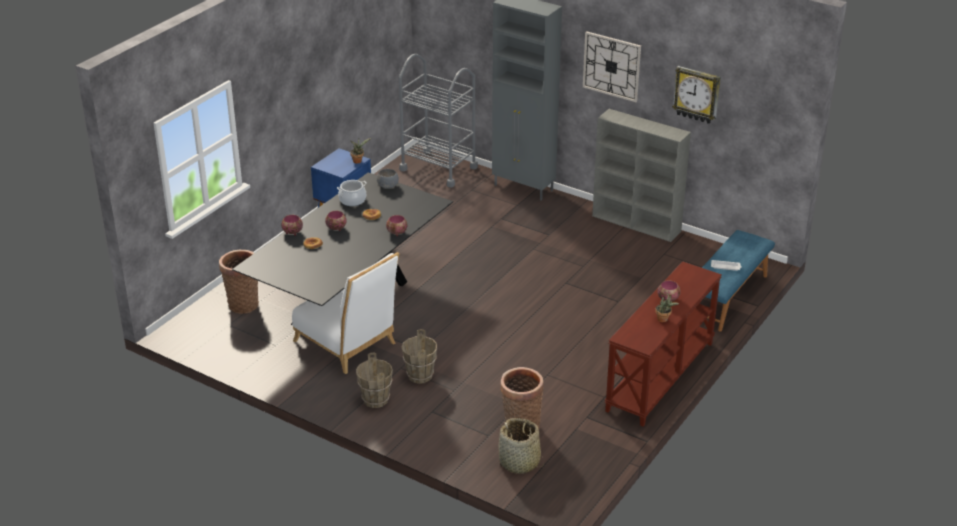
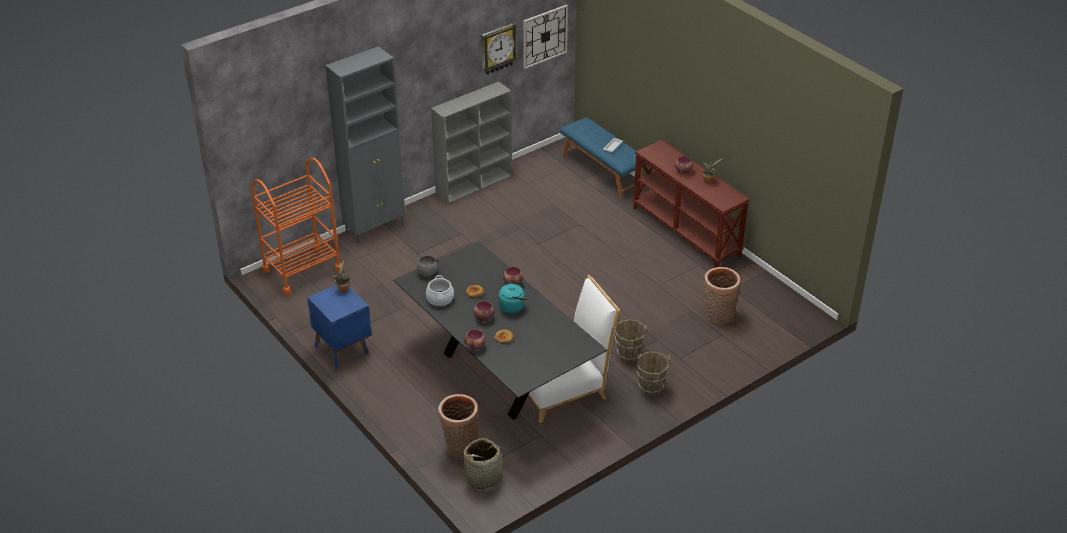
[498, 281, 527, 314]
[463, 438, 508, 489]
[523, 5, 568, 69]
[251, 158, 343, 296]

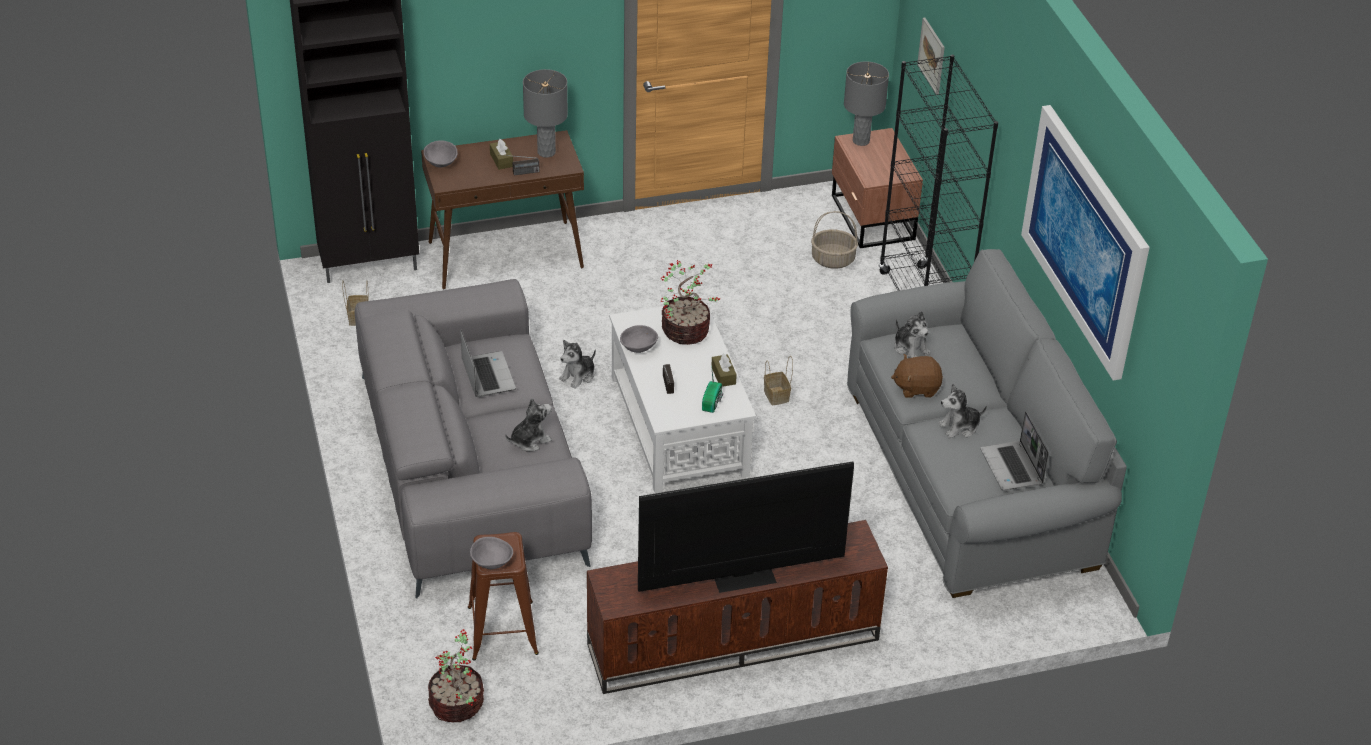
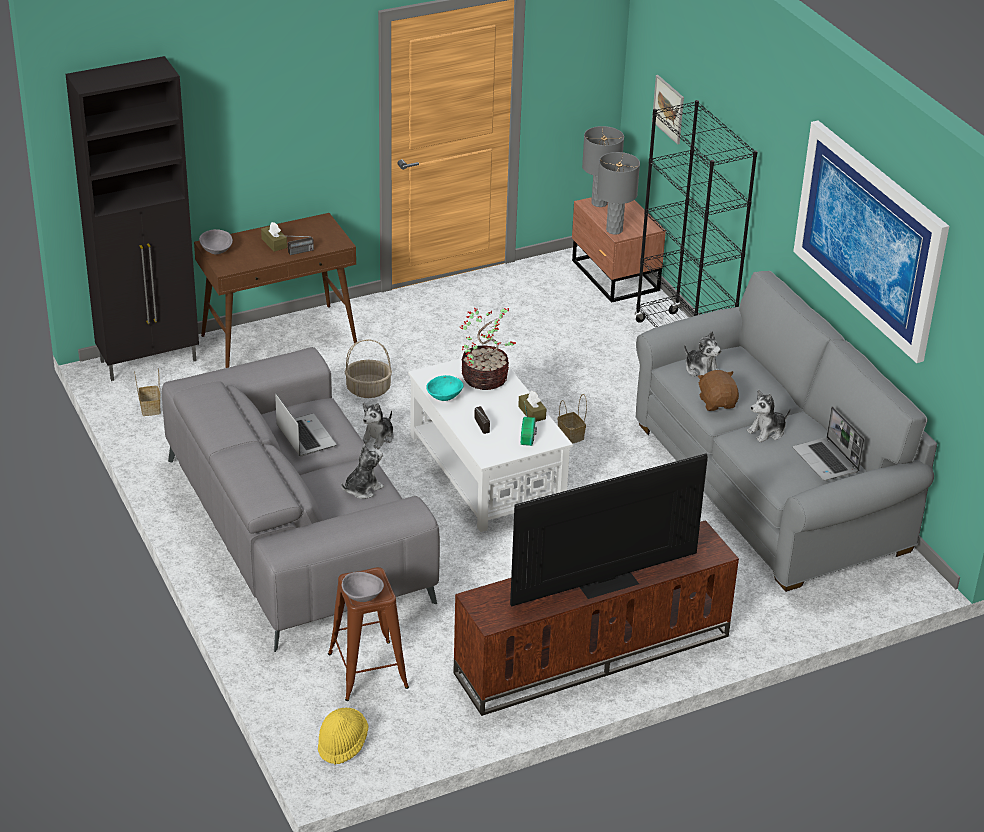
[597, 152, 640, 235]
[345, 340, 392, 398]
[318, 707, 368, 765]
[426, 375, 463, 401]
[698, 370, 739, 411]

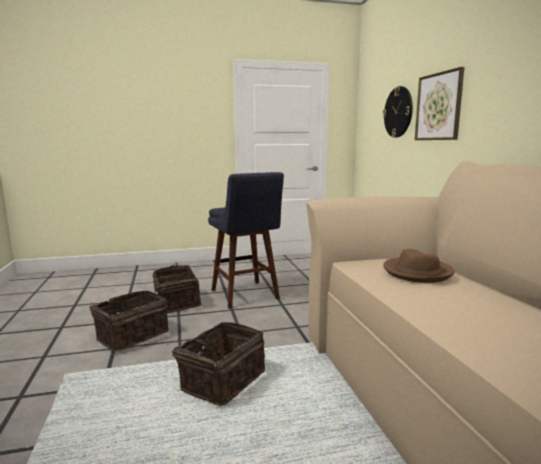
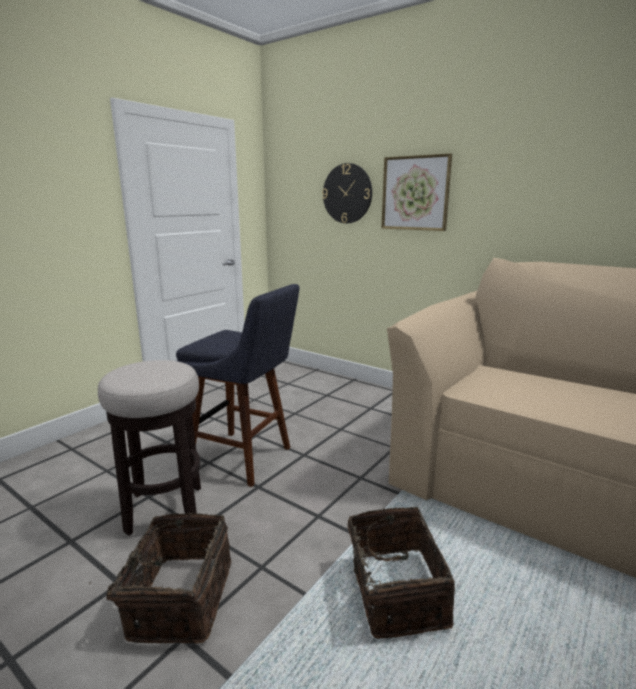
[383, 249, 455, 283] (first image)
[98, 360, 201, 536]

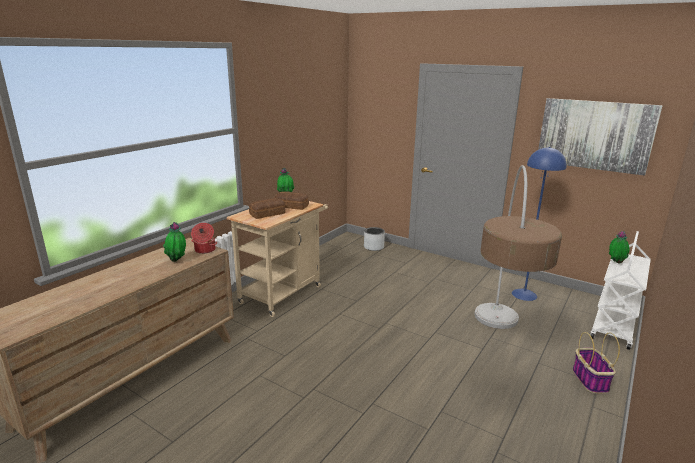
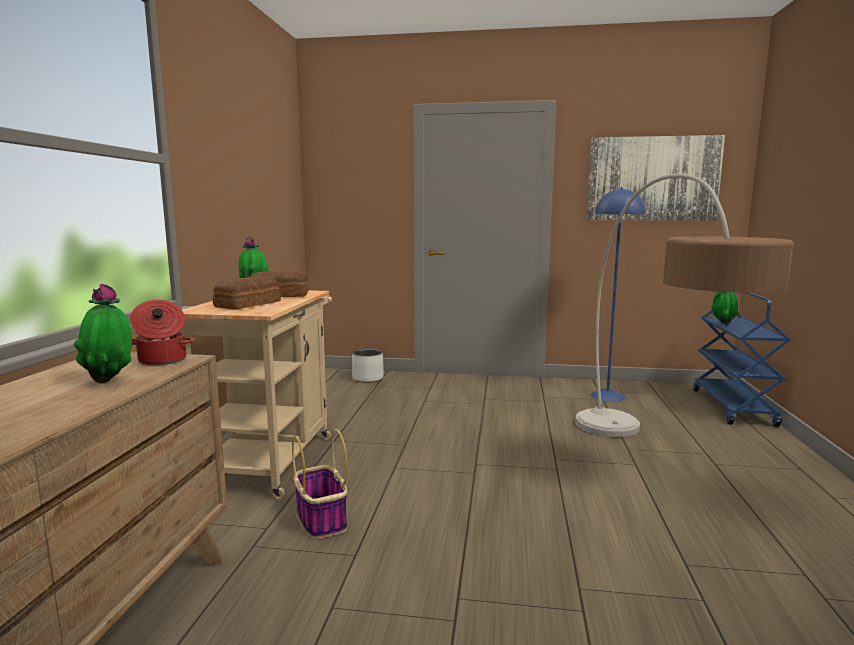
[292, 429, 347, 539]
[693, 293, 791, 427]

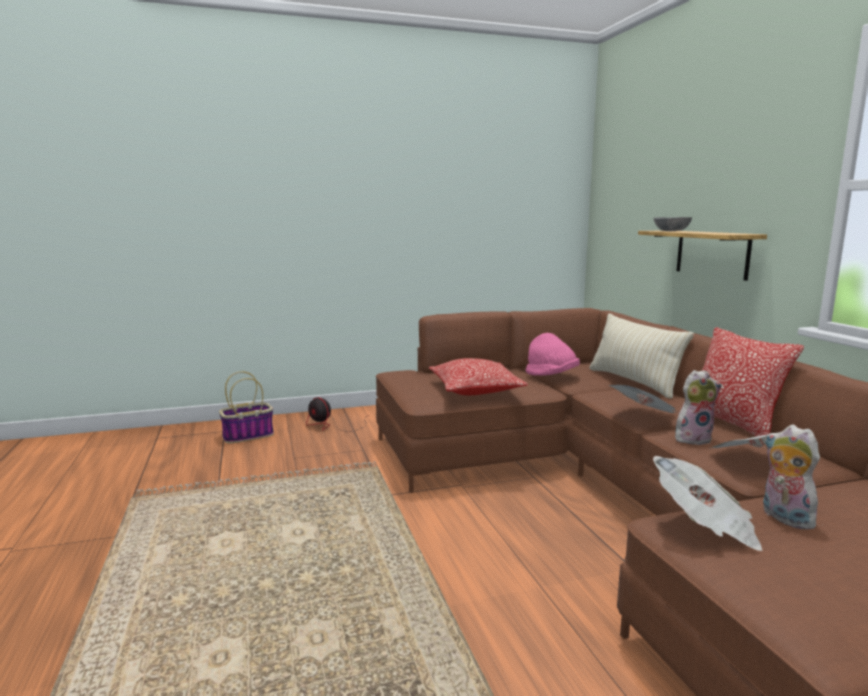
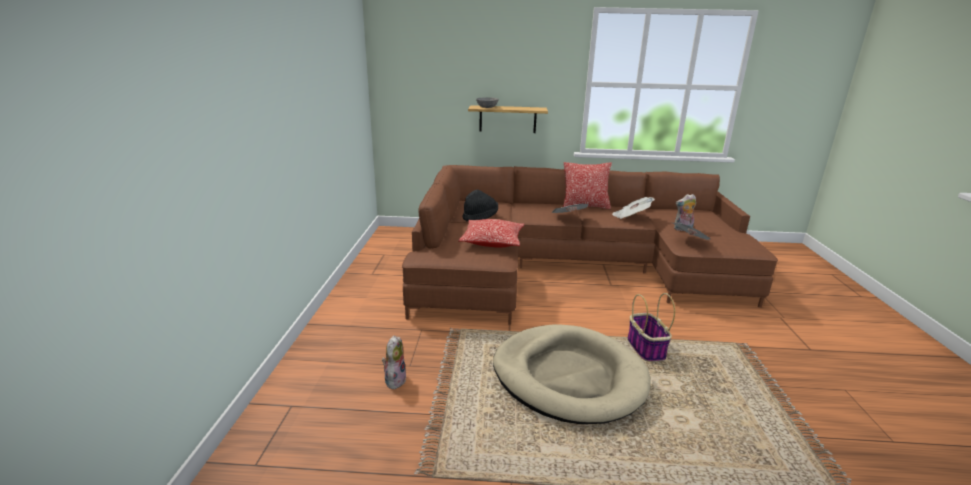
[306, 397, 369, 432] (first image)
[589, 314, 694, 399] (first image)
[493, 324, 651, 424]
[627, 293, 675, 362]
[382, 336, 406, 389]
[462, 190, 498, 221]

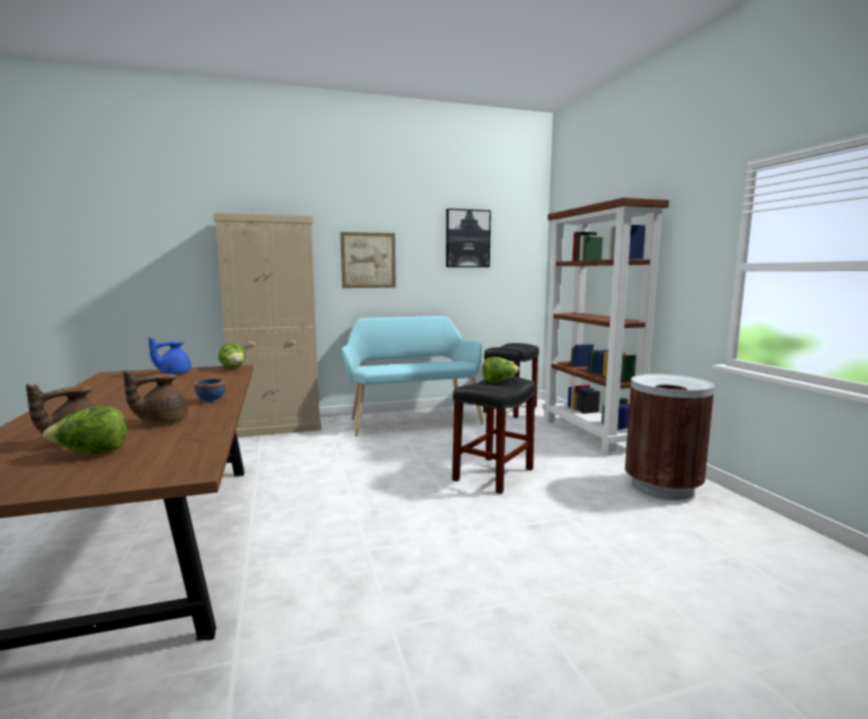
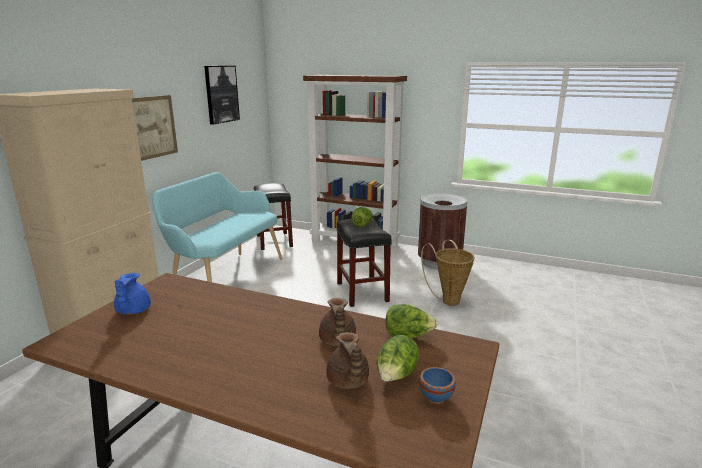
[421, 240, 475, 306]
[419, 367, 455, 404]
[385, 304, 438, 339]

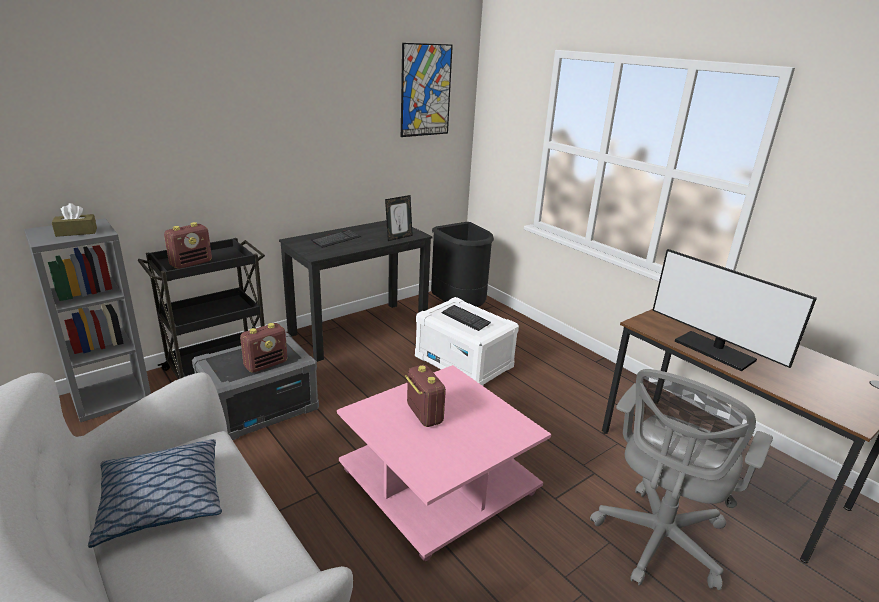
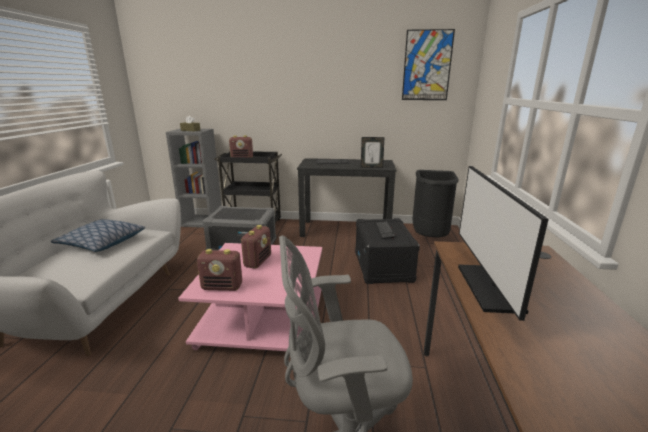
[197, 249, 242, 291]
[355, 218, 420, 284]

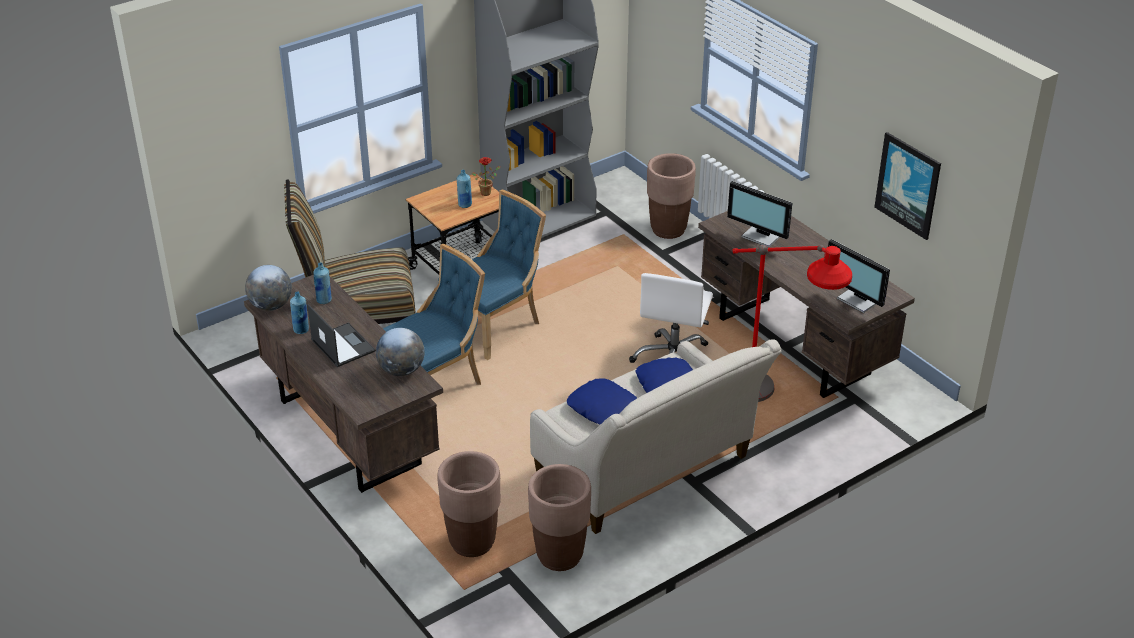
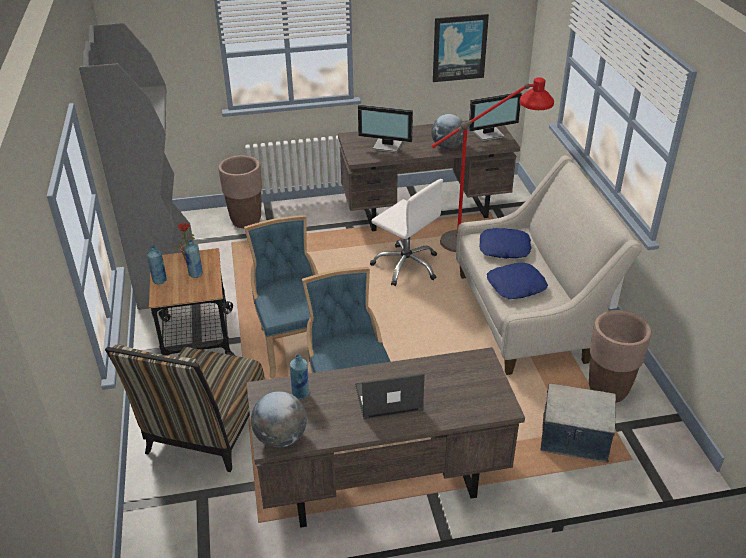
[147, 245, 167, 284]
[431, 114, 464, 149]
[541, 383, 616, 463]
[358, 105, 413, 153]

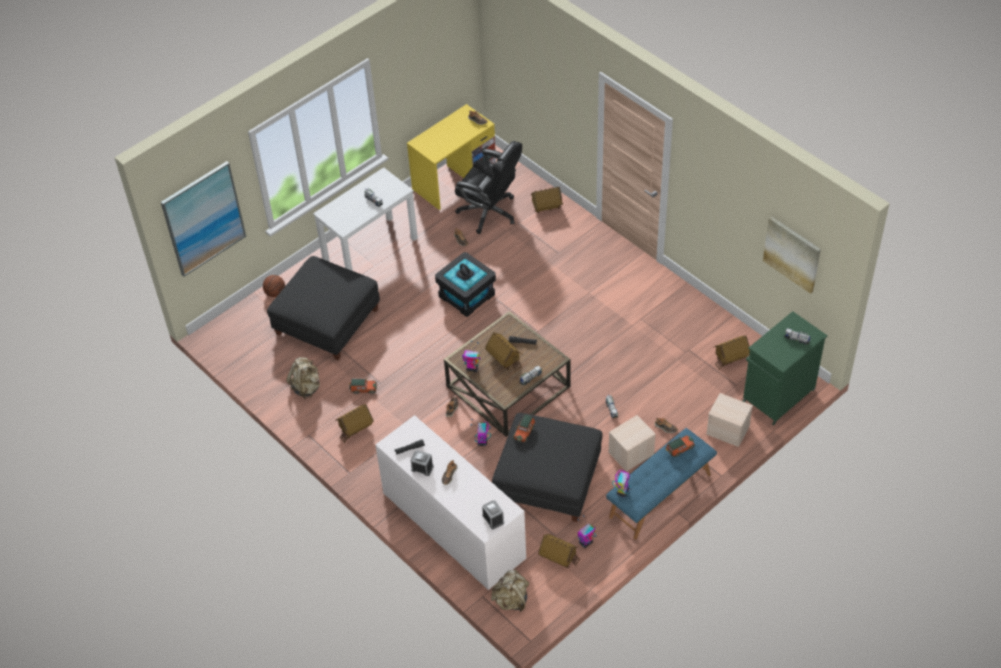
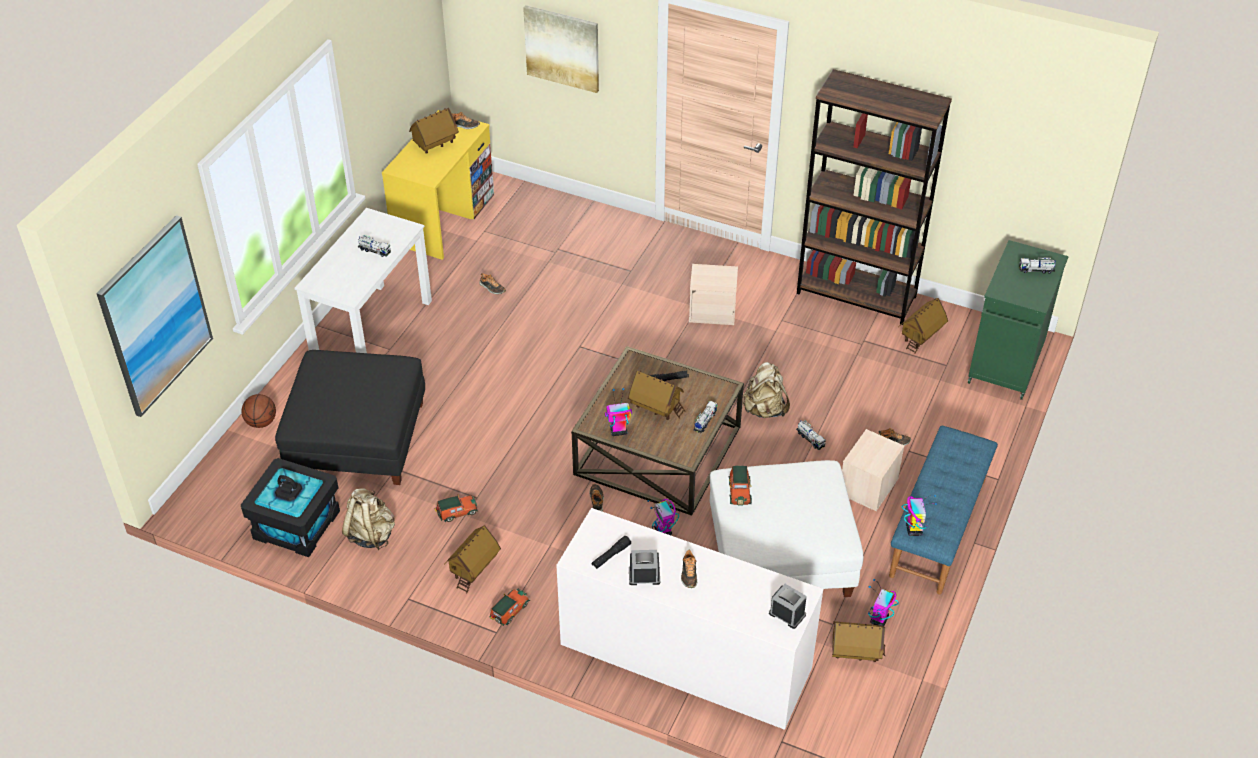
[455, 141, 522, 234] (first image)
[797, 69, 952, 325]
[241, 458, 340, 557]
[742, 362, 790, 418]
[409, 108, 459, 154]
[490, 589, 530, 626]
[689, 264, 738, 325]
[523, 5, 599, 93]
[710, 460, 863, 597]

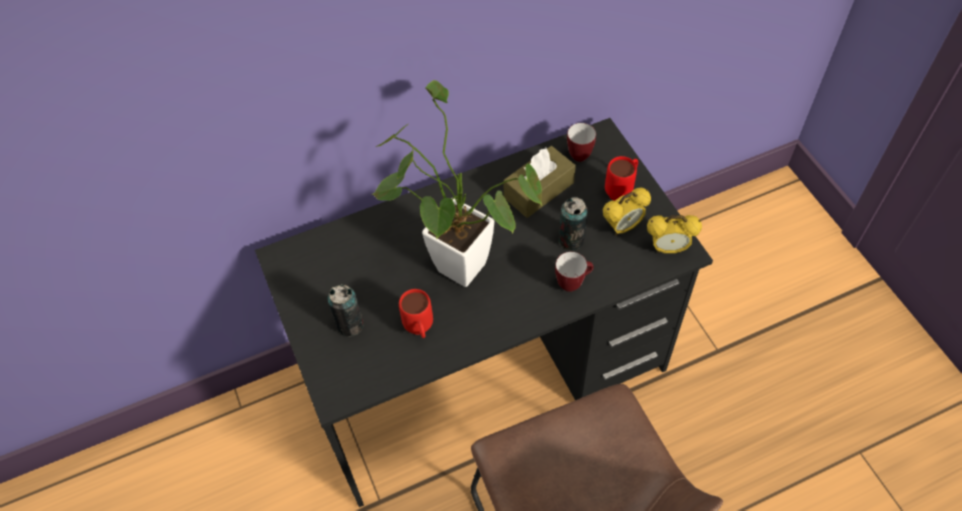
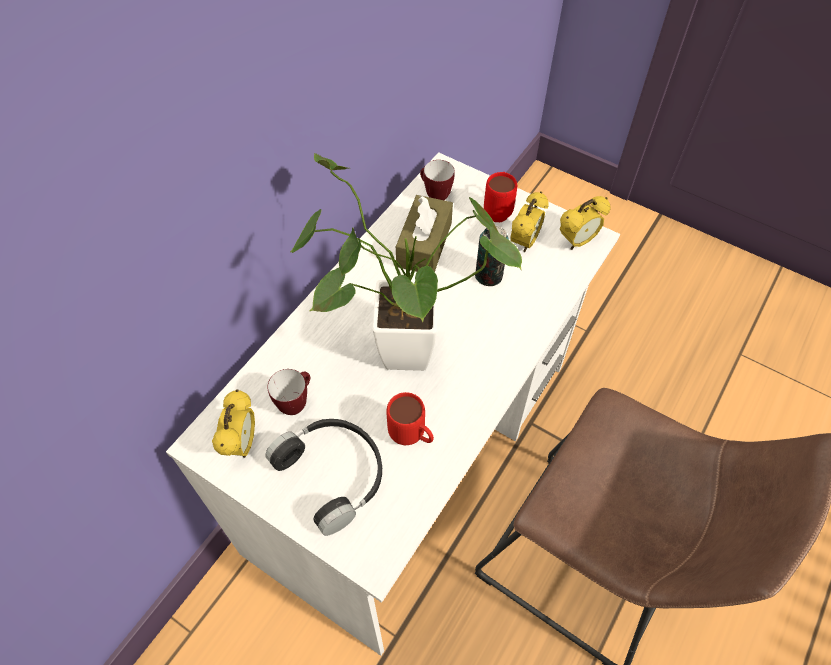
[212, 389, 255, 458]
[267, 369, 310, 415]
[265, 419, 382, 536]
[166, 152, 620, 656]

